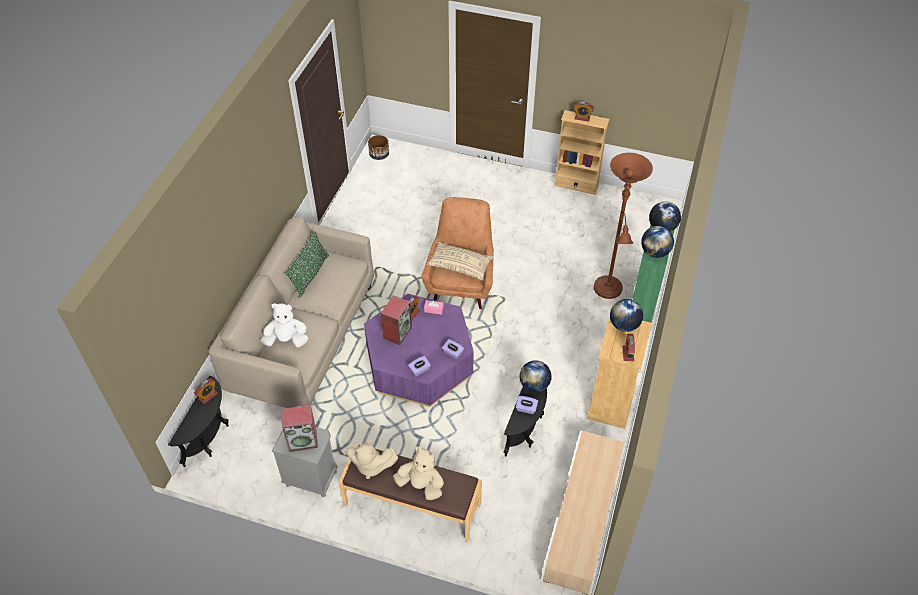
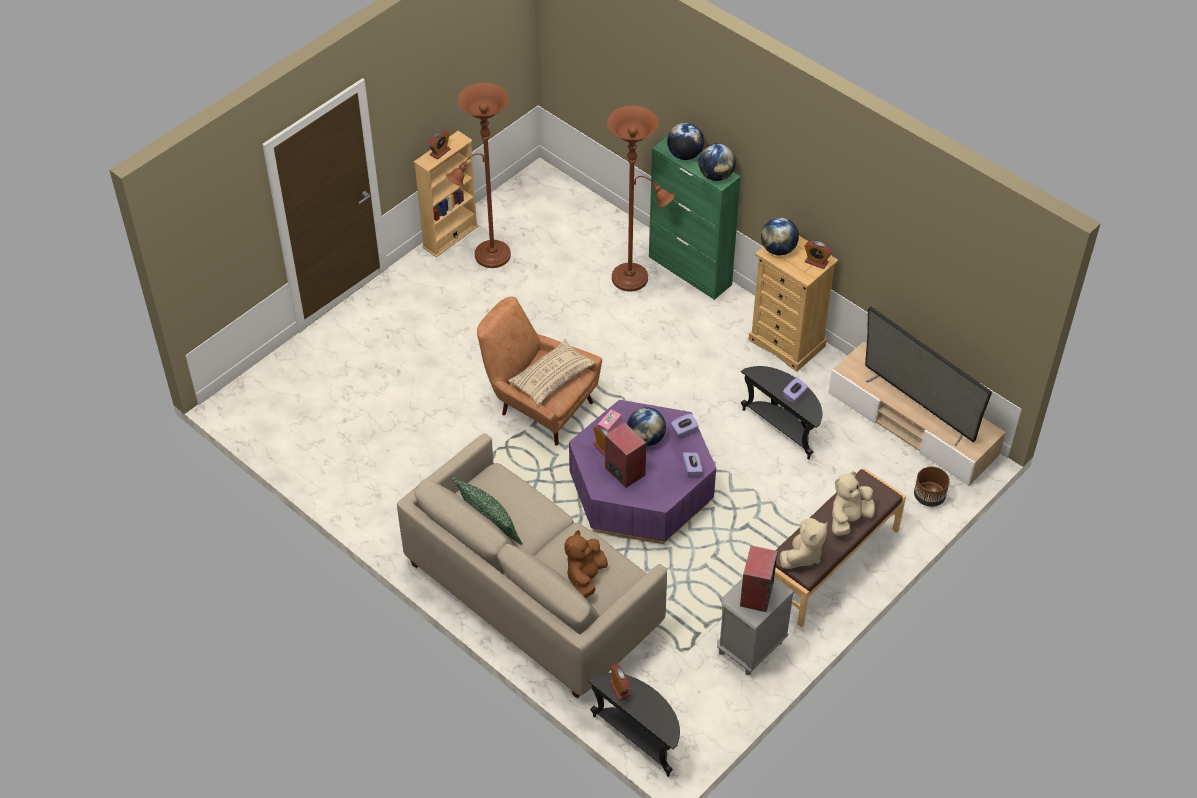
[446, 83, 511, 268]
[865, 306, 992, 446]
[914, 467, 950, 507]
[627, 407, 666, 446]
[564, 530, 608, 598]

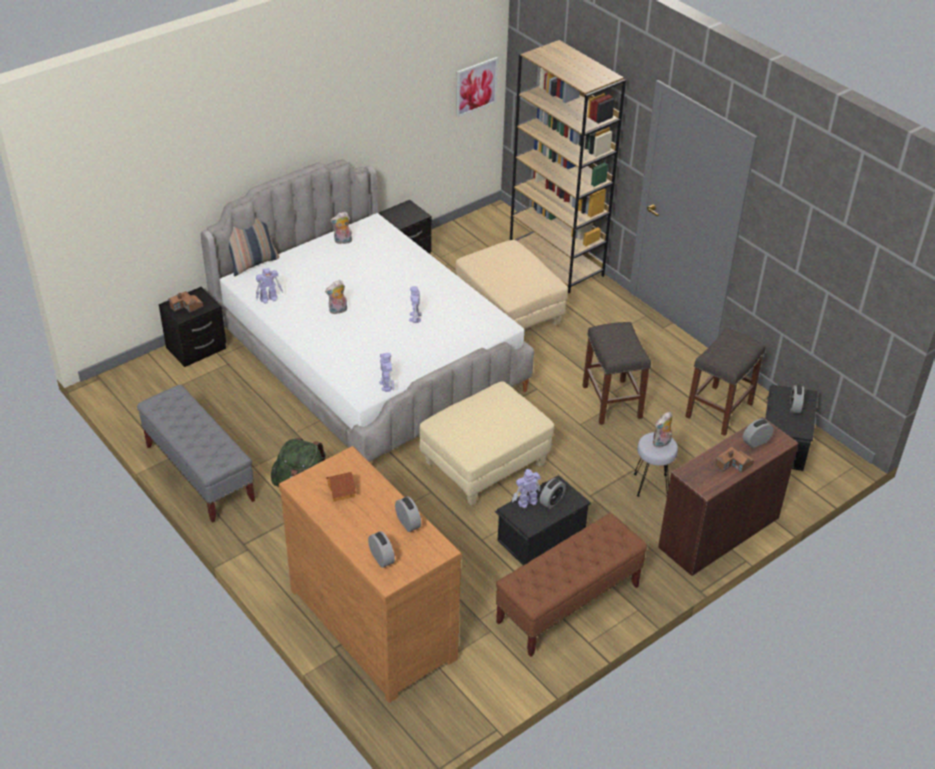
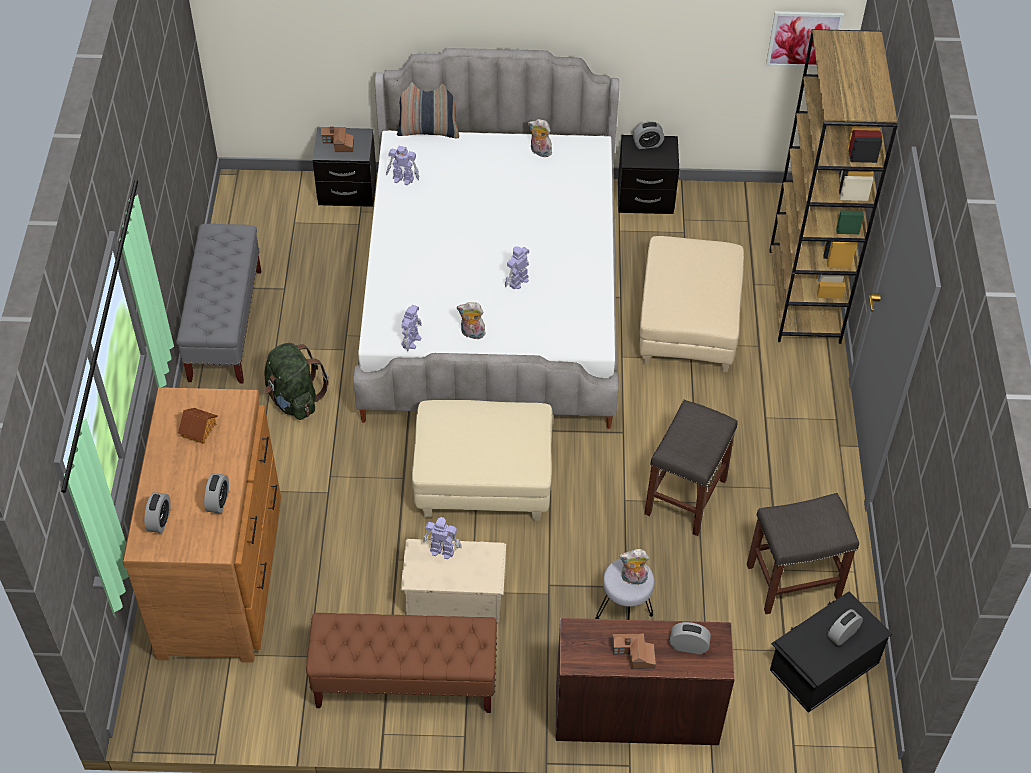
[457, 302, 486, 339]
[633, 121, 664, 149]
[401, 539, 506, 622]

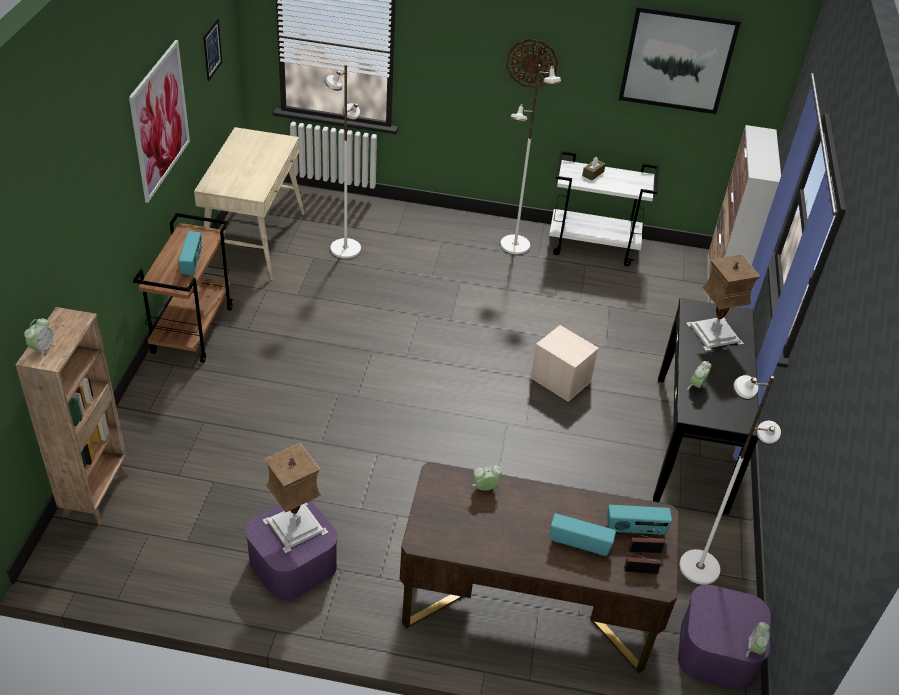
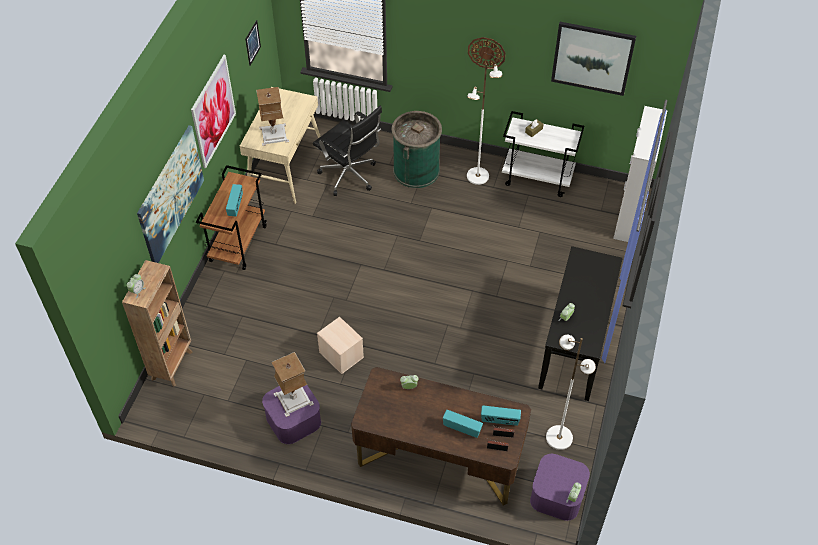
[137, 125, 204, 263]
[391, 111, 442, 188]
[317, 317, 364, 374]
[256, 87, 289, 146]
[313, 106, 382, 196]

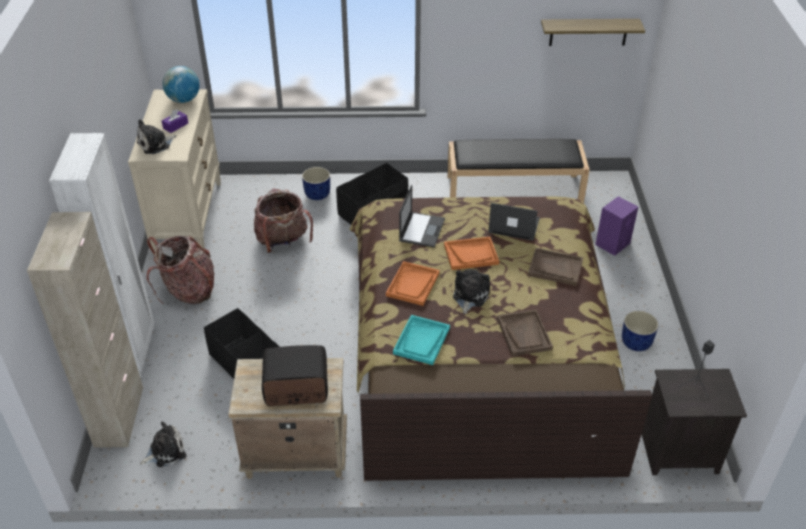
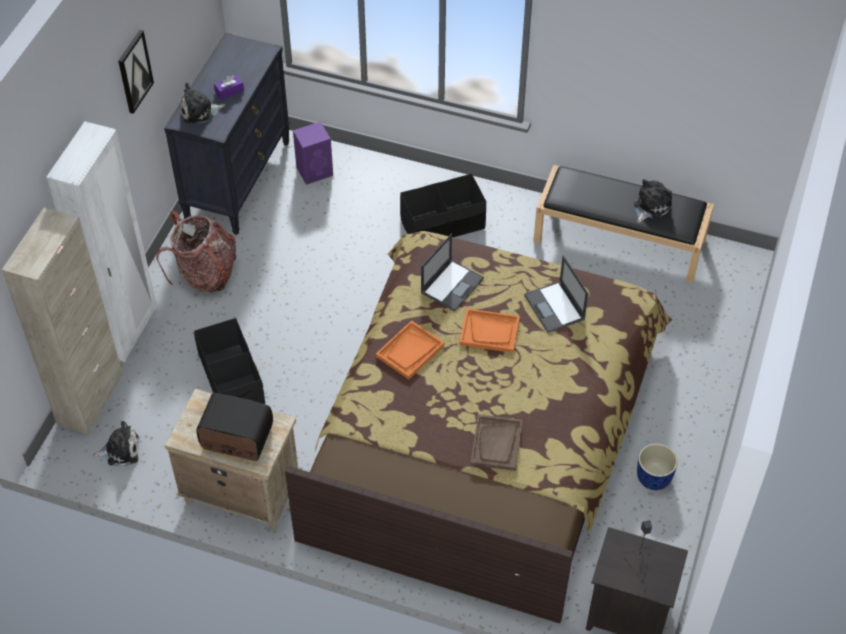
[162, 66, 200, 103] (first image)
[254, 189, 313, 253] (first image)
[302, 167, 330, 200] (first image)
[393, 315, 450, 365] (first image)
[528, 248, 583, 286] (first image)
[541, 19, 645, 46] (first image)
[118, 30, 154, 114]
[634, 179, 672, 223]
[293, 122, 333, 185]
[164, 33, 290, 235]
[524, 255, 588, 333]

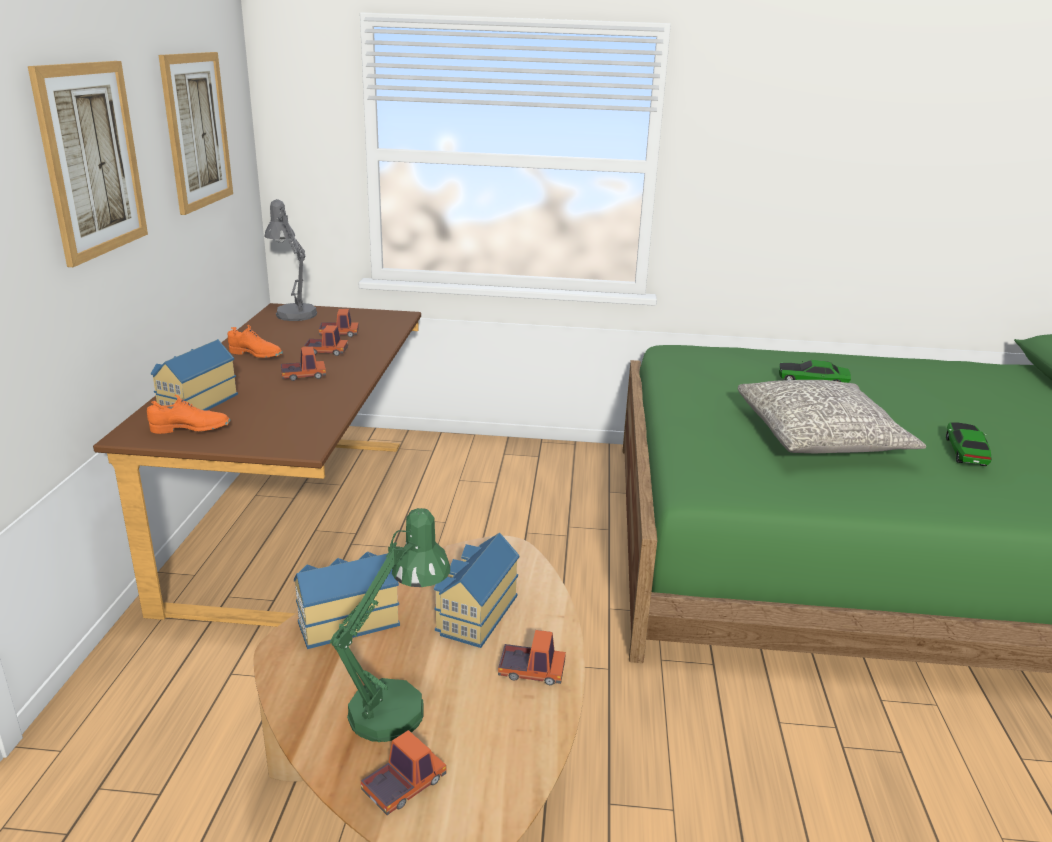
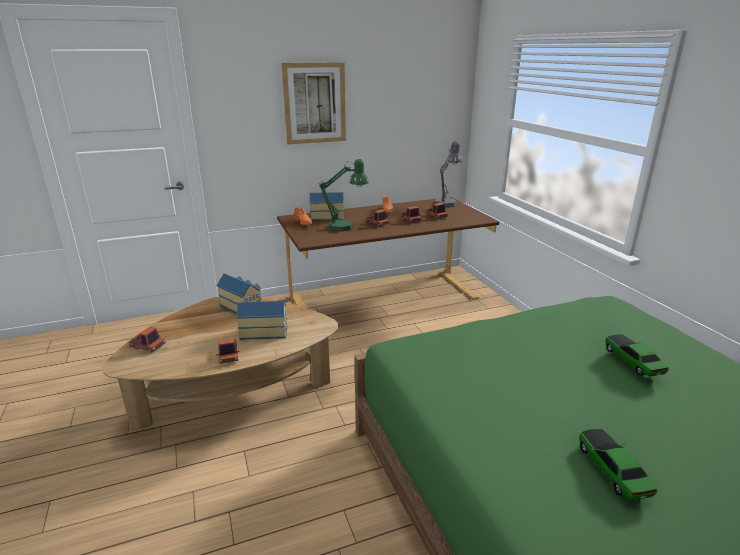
[158, 52, 233, 215] (first image)
[738, 380, 926, 454] (first image)
[319, 159, 369, 231]
[579, 429, 657, 500]

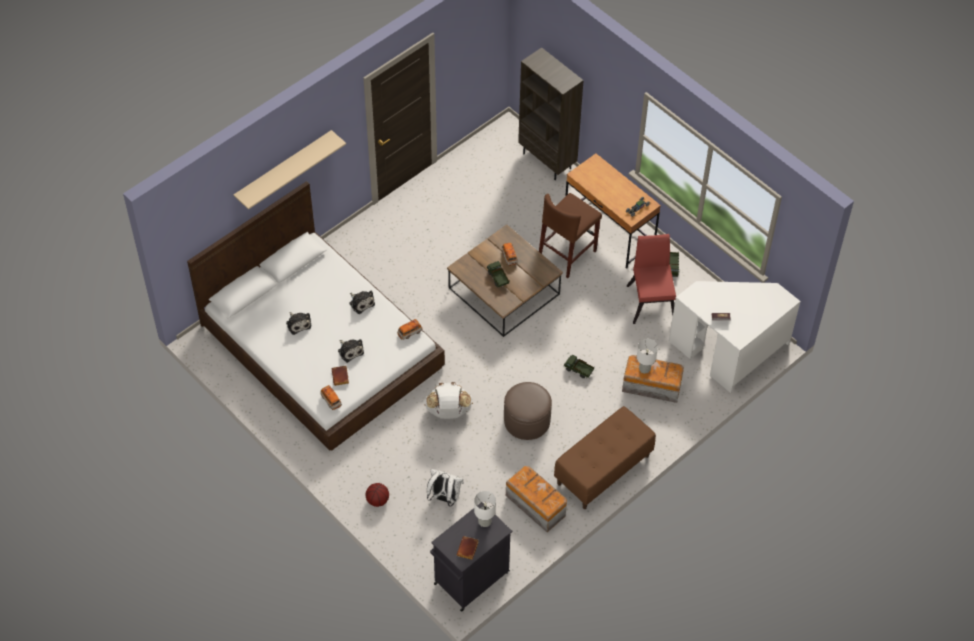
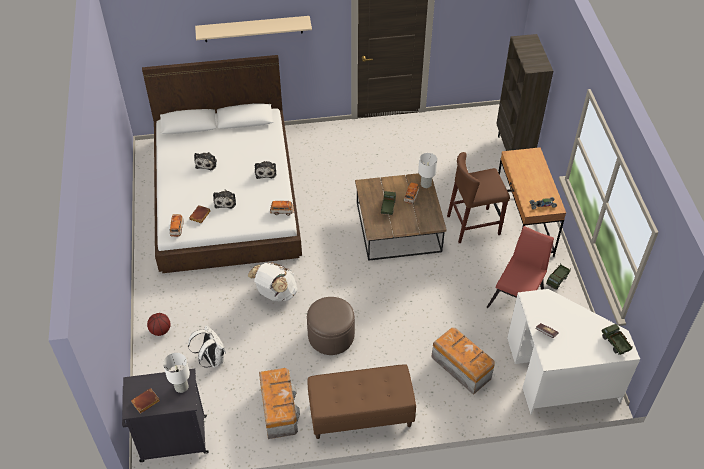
[601, 324, 633, 355]
[418, 153, 437, 188]

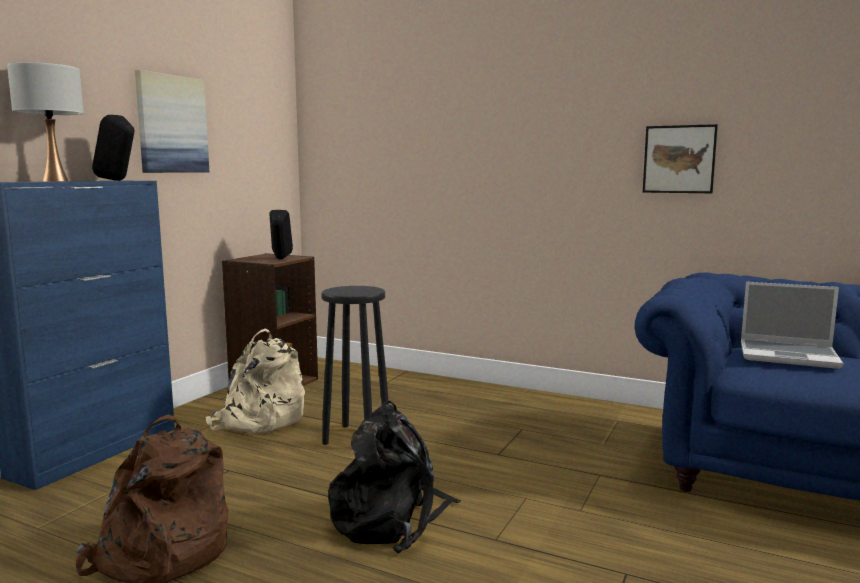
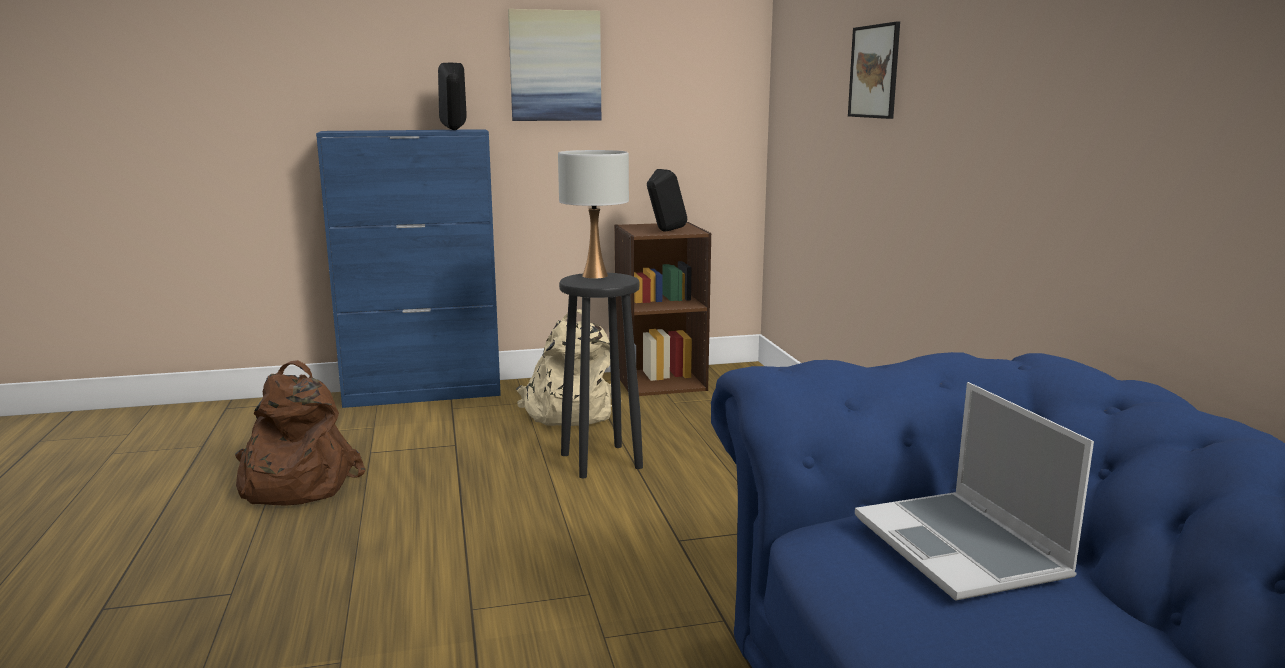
[328, 400, 461, 553] (first image)
[558, 150, 629, 279]
[848, 22, 900, 119]

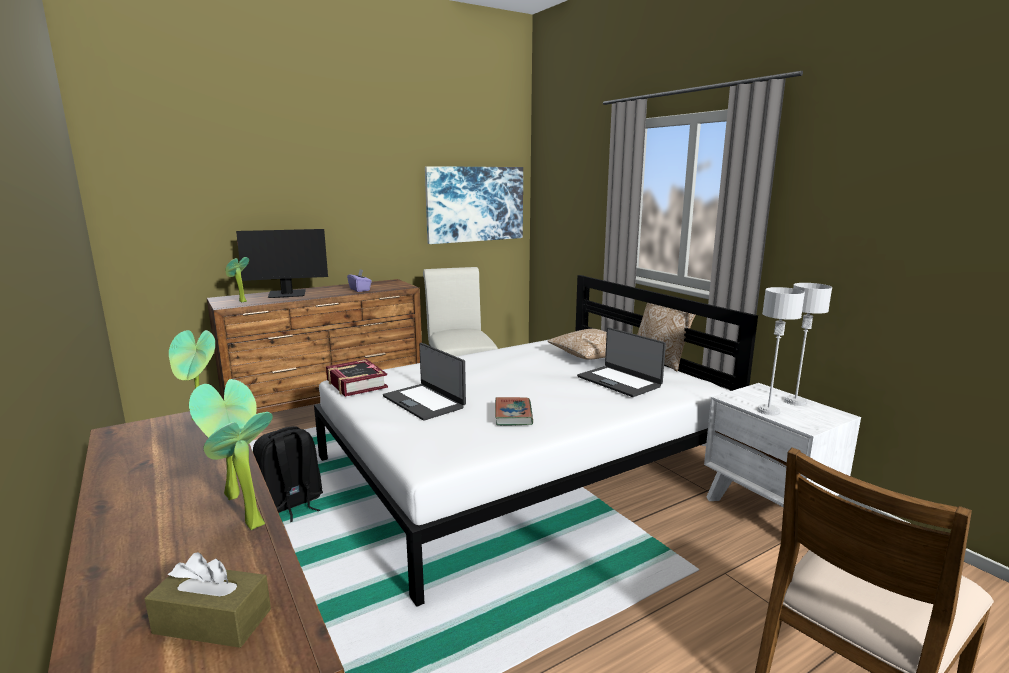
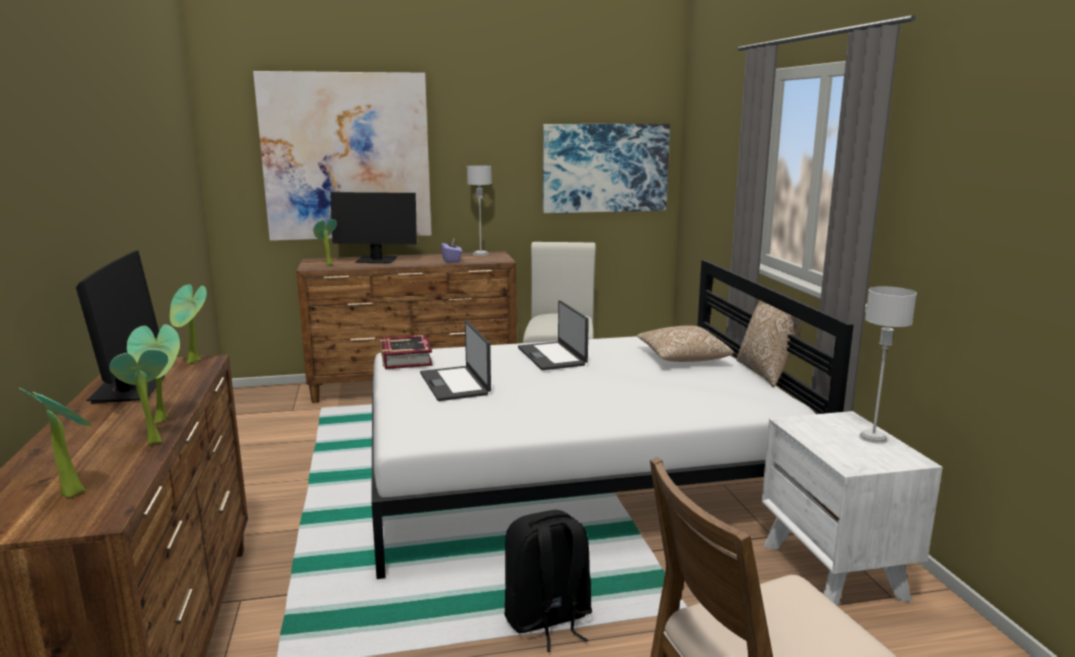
[495, 397, 533, 425] (first image)
[76, 250, 165, 404]
[253, 71, 431, 241]
[504, 510, 592, 652]
[518, 300, 589, 370]
[467, 165, 492, 256]
[19, 388, 92, 498]

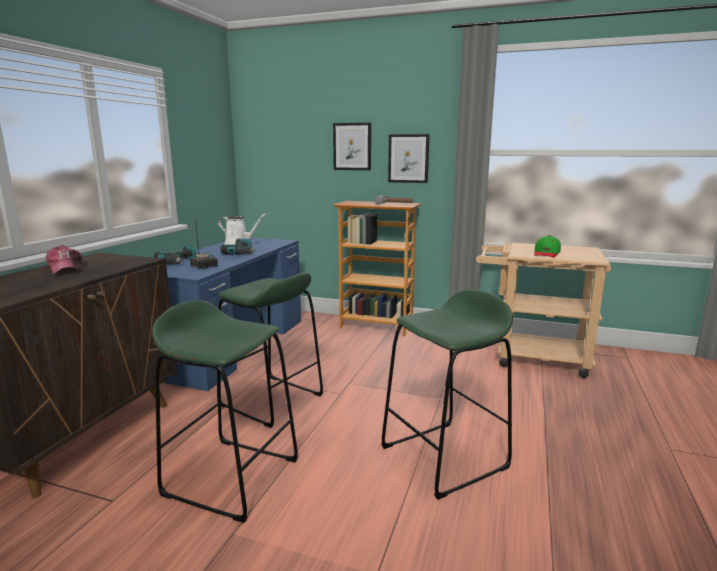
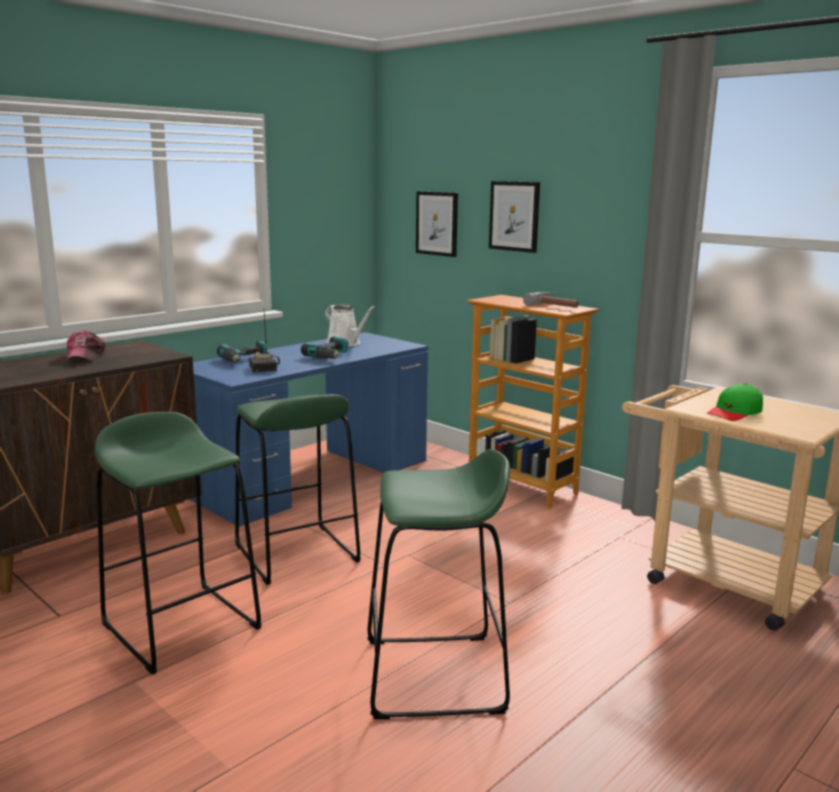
[416, 191, 458, 257]

